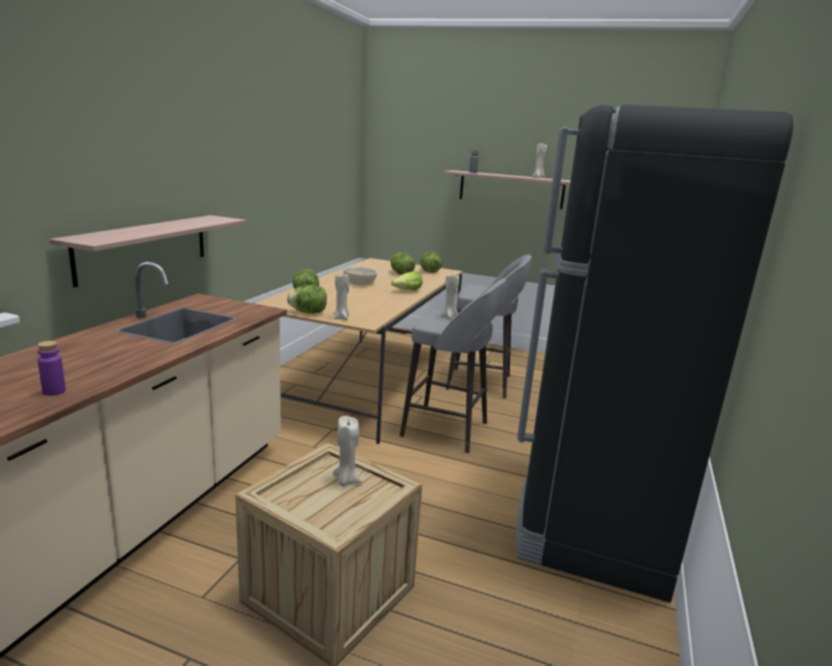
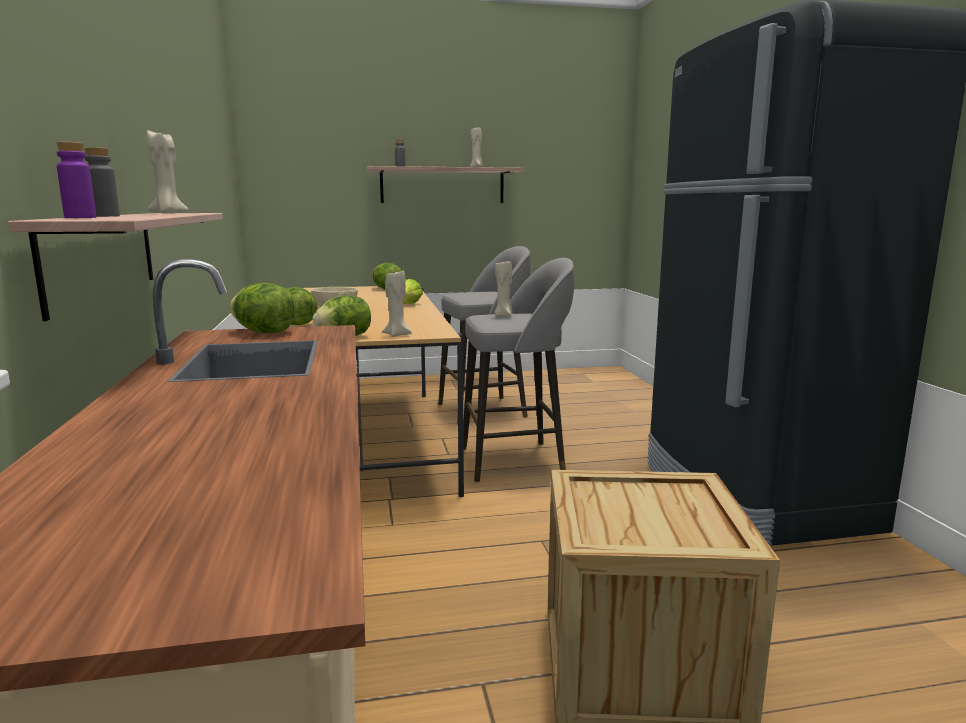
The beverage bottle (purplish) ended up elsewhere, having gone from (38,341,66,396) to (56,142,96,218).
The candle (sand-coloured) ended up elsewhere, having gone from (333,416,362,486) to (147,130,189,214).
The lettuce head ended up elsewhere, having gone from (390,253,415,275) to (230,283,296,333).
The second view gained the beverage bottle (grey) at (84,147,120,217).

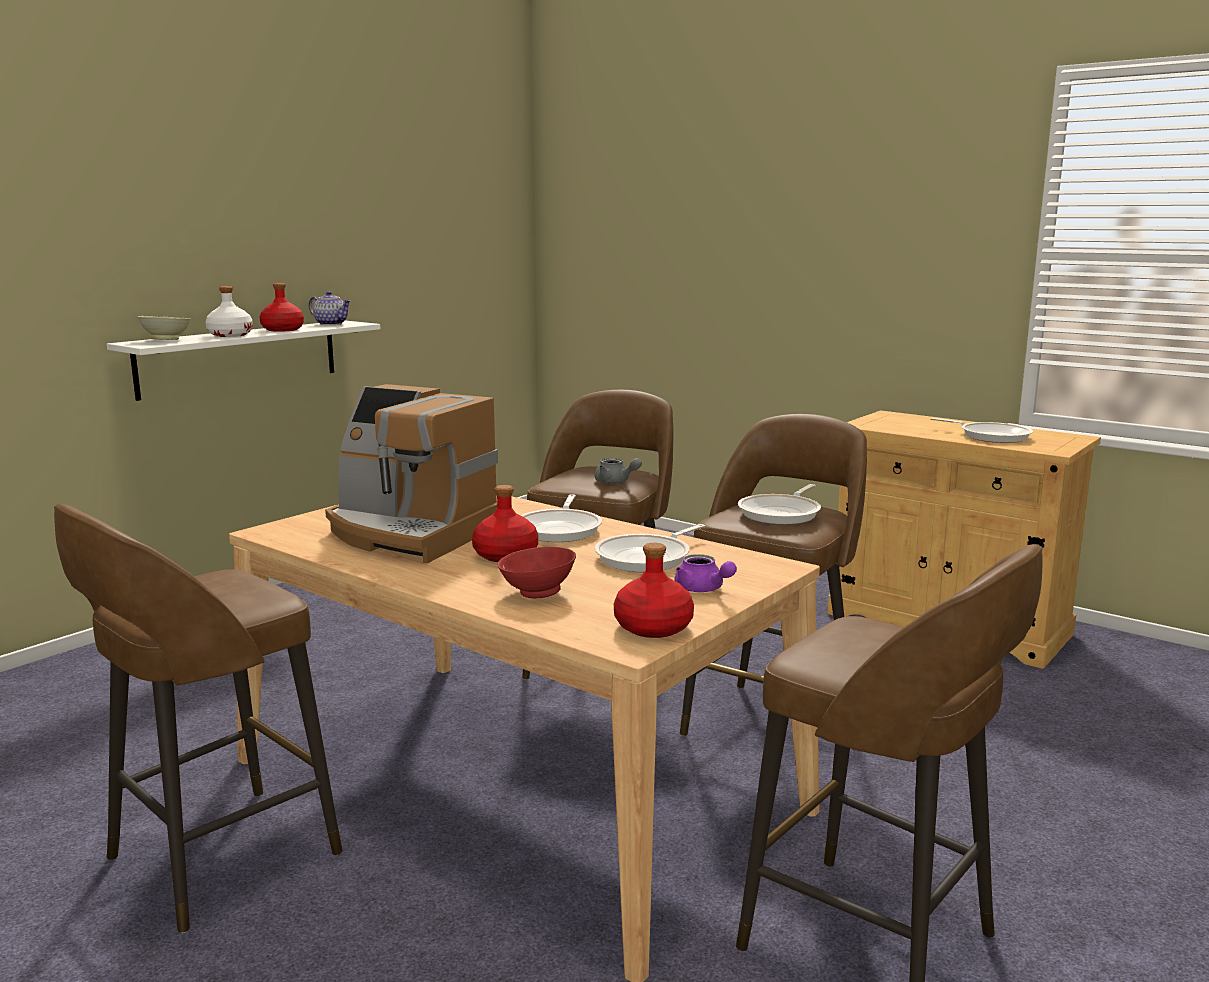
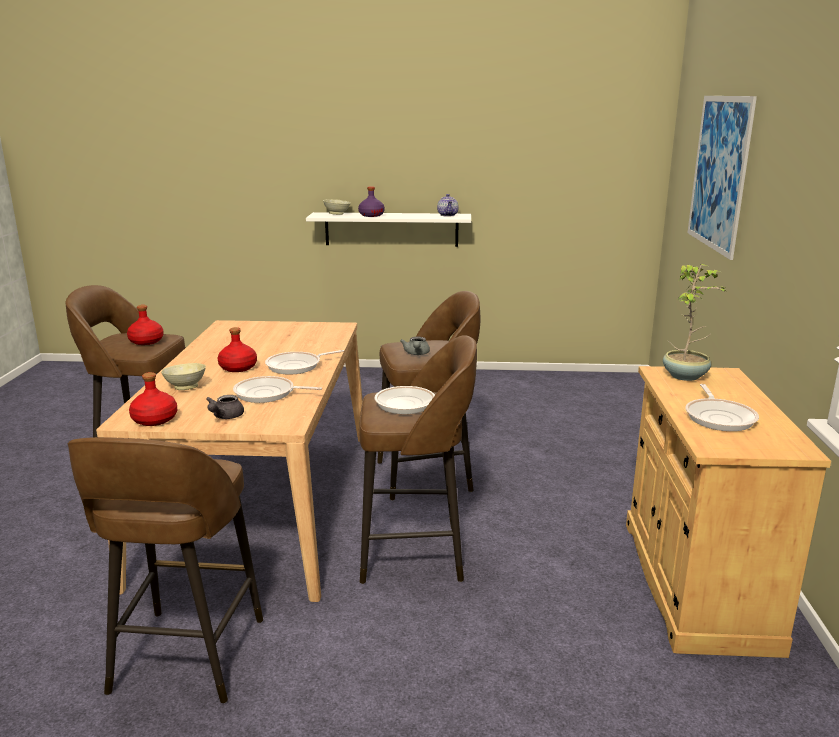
What was the beverage bottle (white-coloured) at (205,286,253,337) turned into the beverage bottle (purplish) at (358,186,385,217).
The beverage bottle (red) ended up elsewhere, having gone from (259,283,304,332) to (127,305,164,345).
The second view lost the coffee machine at (325,384,498,563).
What was the deep dish (red) at (497,547,576,598) turned into the deep dish (sand-coloured) at (161,363,206,390).
What was the teapot (purplish) at (675,554,737,592) turned into the teapot (grey) at (206,395,244,419).
The second view gained the plant in a pot at (663,264,726,381).
The second view gained the picture at (687,96,757,260).

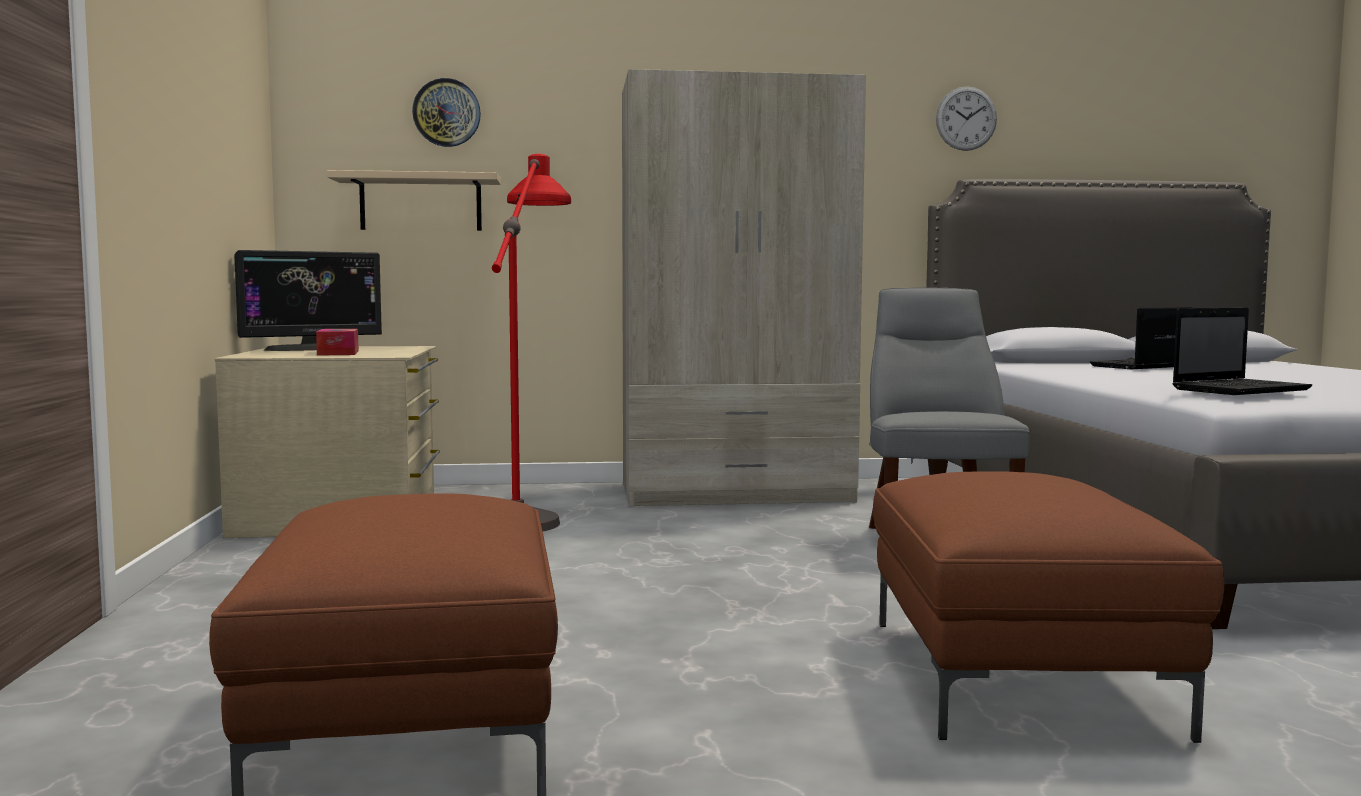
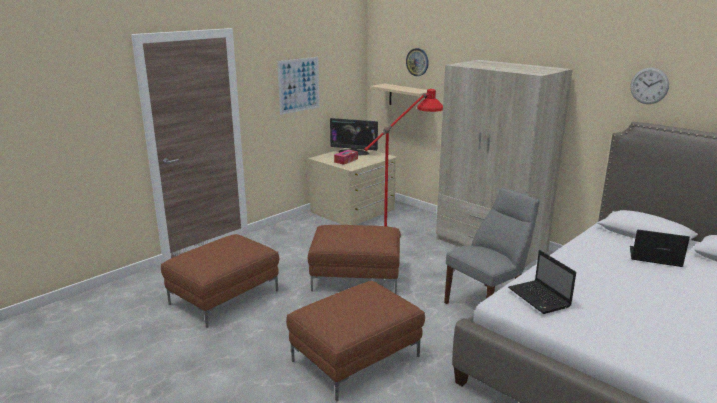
The notebook computer at (1173,308,1312,395) ended up facing another way, 45 degrees clockwise from before.
The second view gained the picture at (277,57,320,115).
The second view gained the footrest (brownish) at (308,225,400,294).

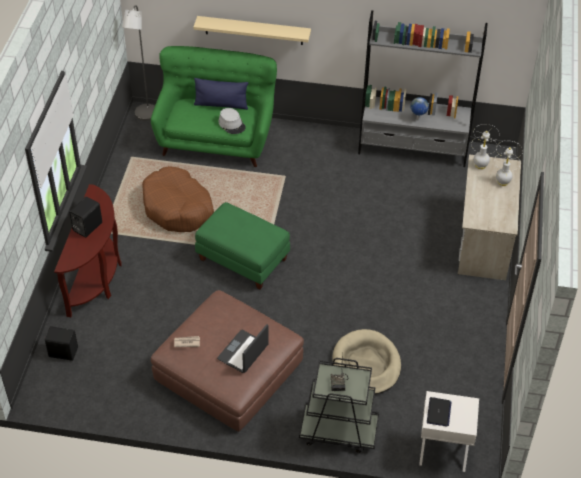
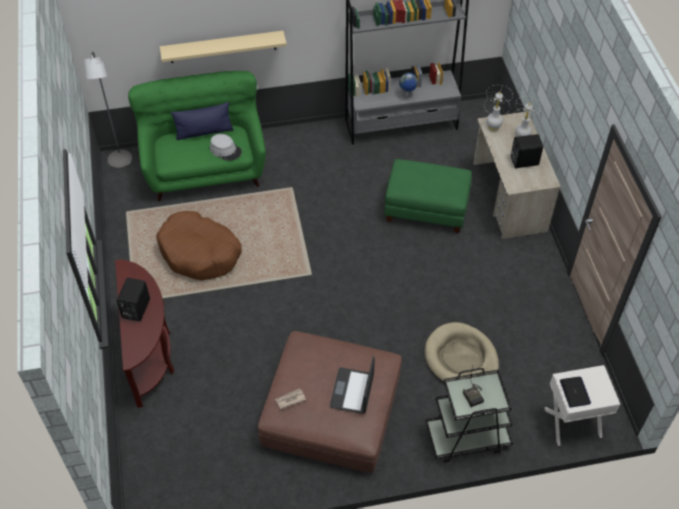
The speaker (blackish) ended up elsewhere, having gone from (45,326,78,361) to (511,134,543,168).
The footrest (greenish) ended up elsewhere, having gone from (195,202,290,289) to (384,159,472,233).

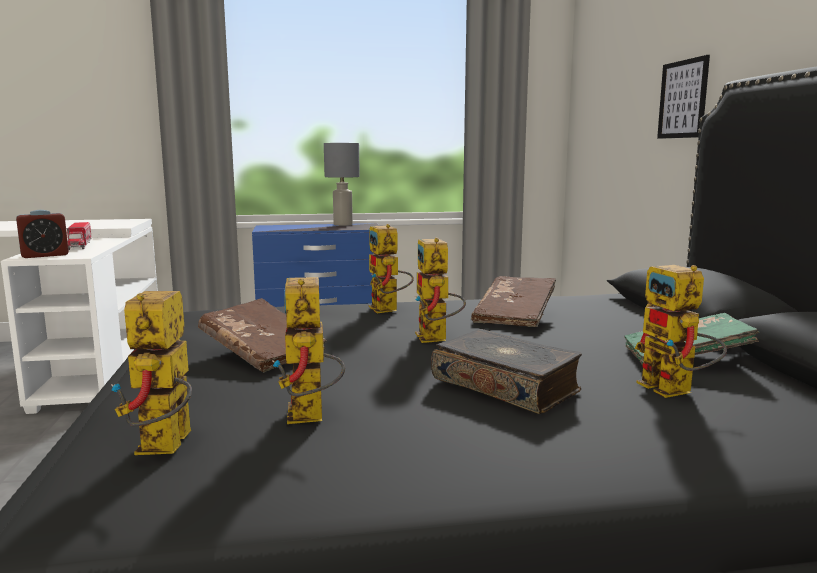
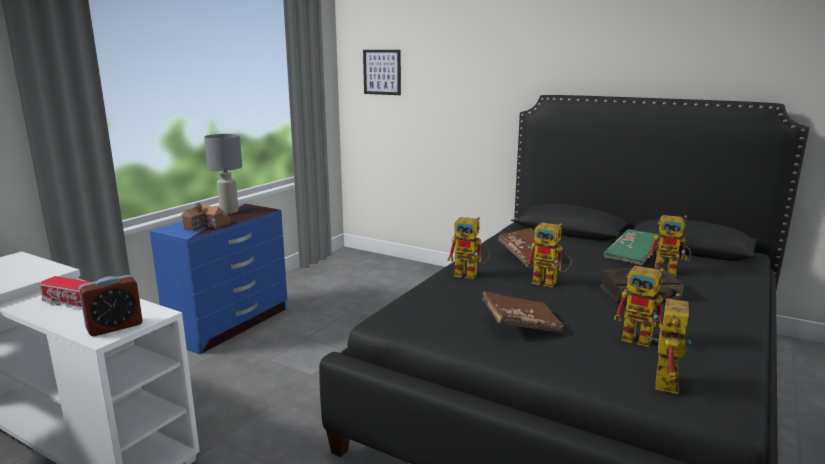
The bedside clock at (16,210,69,258) ended up facing another way, 45 degrees clockwise from before.
The robot figure at (111,291,192,455) ended up facing another way, 105 degrees counterclockwise from before.
The picture ended up elsewhere, having gone from (657,55,710,139) to (363,50,401,95).
The second view gained the model house at (181,203,231,231).

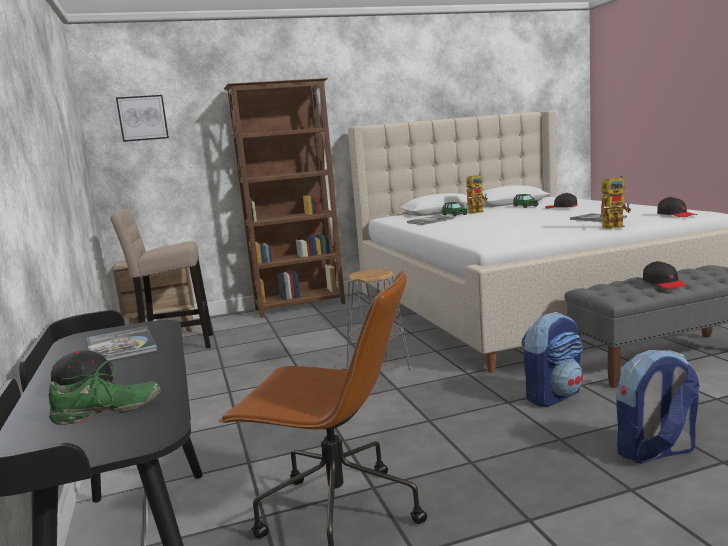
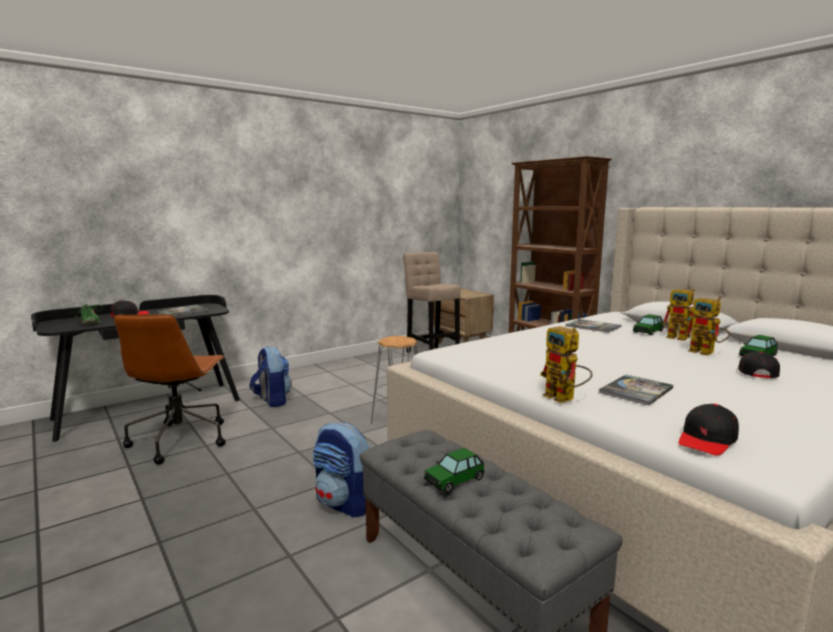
The second view lost the picture at (116,95,169,142).
The backpack ended up elsewhere, having gone from (616,350,700,464) to (249,346,292,407).
Where the baseball cap (blackish) stood at (643,261,688,289), the miniature car came to stand at (424,448,485,493).
The second view gained the robot figure at (684,298,730,356).

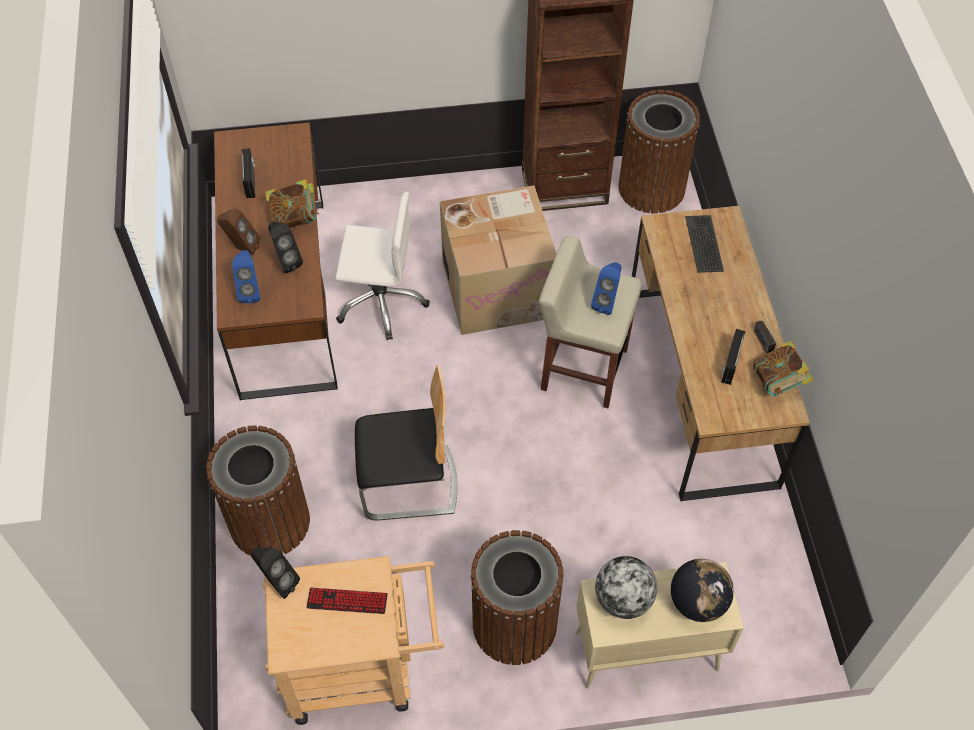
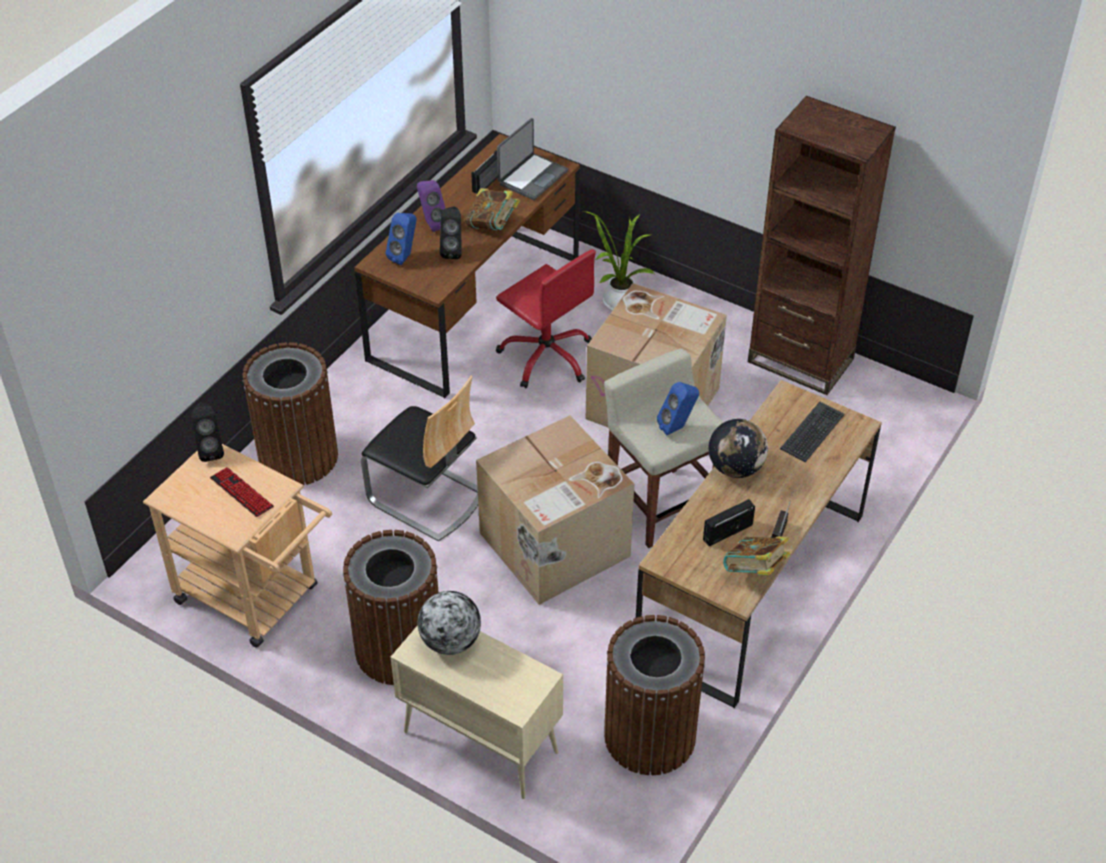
What was the speaker (brownish) at (217,208,260,255) turned into the speaker (purplish) at (417,180,446,232).
What was the desk chair (white-coloured) at (335,192,430,340) turned into the desk chair (red) at (496,249,596,388).
The trash can (brownish) ended up elsewhere, having gone from (618,90,700,213) to (604,615,705,775).
The globe ended up elsewhere, having gone from (671,559,734,622) to (708,419,768,478).
The second view gained the cardboard box at (476,415,634,605).
The second view gained the notebook computer at (497,118,568,200).
The second view gained the plant in a pot at (583,211,654,311).

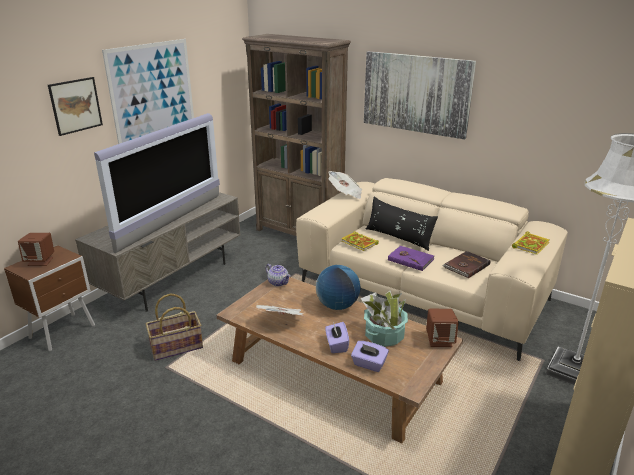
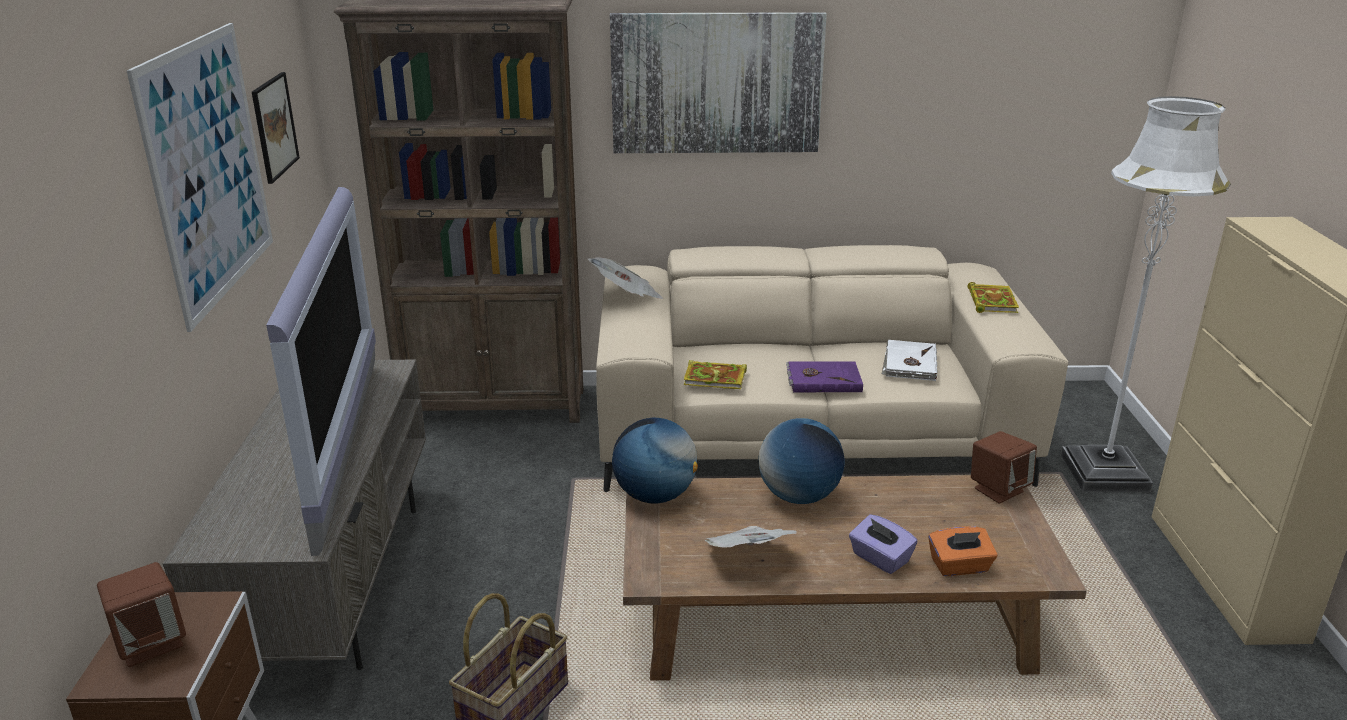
The picture ended up elsewhere, having gone from (48,77,103,136) to (252,72,300,184).
Where the teapot stood at (266,264,291,287), the globe came to stand at (612,418,698,503).
What was the box of tissues (purplish) at (351,341,389,372) turned into the box of tissues (orange-coloured) at (929,526,997,576).
The second view lost the plant in a pot at (360,291,408,347).
The second view lost the cushion (blackish) at (366,197,438,251).
What was the book (brownish) at (442,251,491,278) turned into the book (white-coloured) at (882,340,938,381).

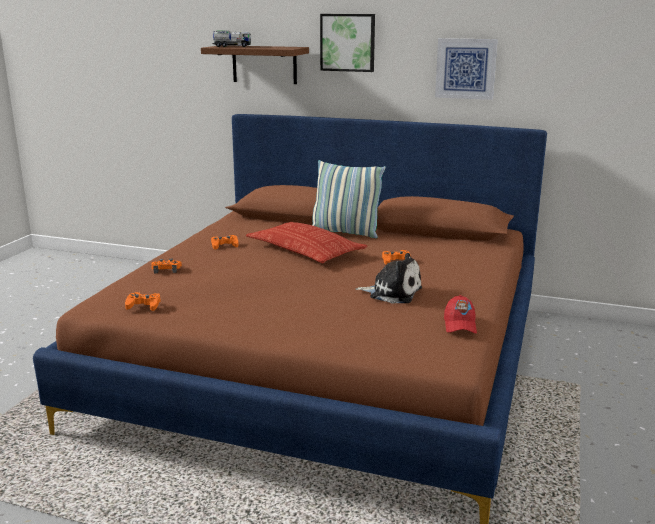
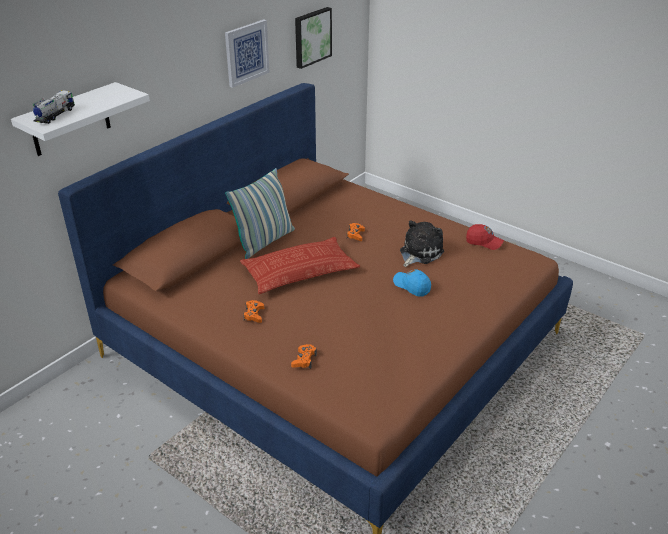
The second view lost the joypad (orange-coloured) at (125,292,161,311).
What was the bracket shelf (brownish) at (201,45,309,84) turned into the bracket shelf (white-coloured) at (11,82,150,156).
The picture ended up elsewhere, having gone from (320,14,375,72) to (295,7,332,69).
The second view gained the baseball cap (blue) at (393,269,431,297).

